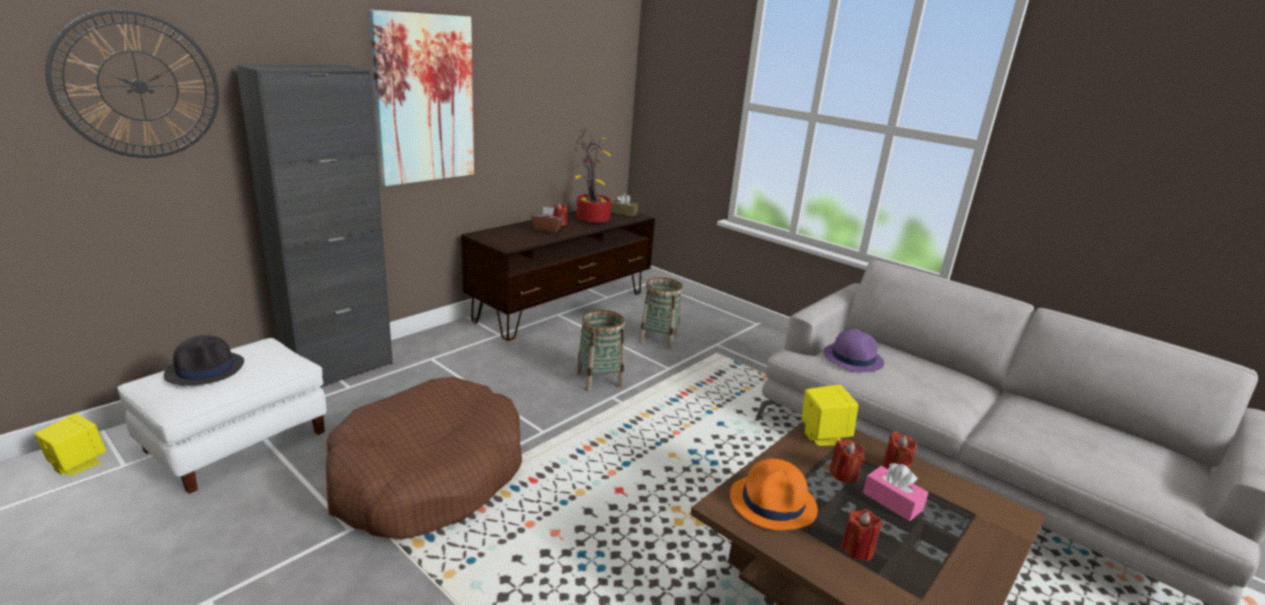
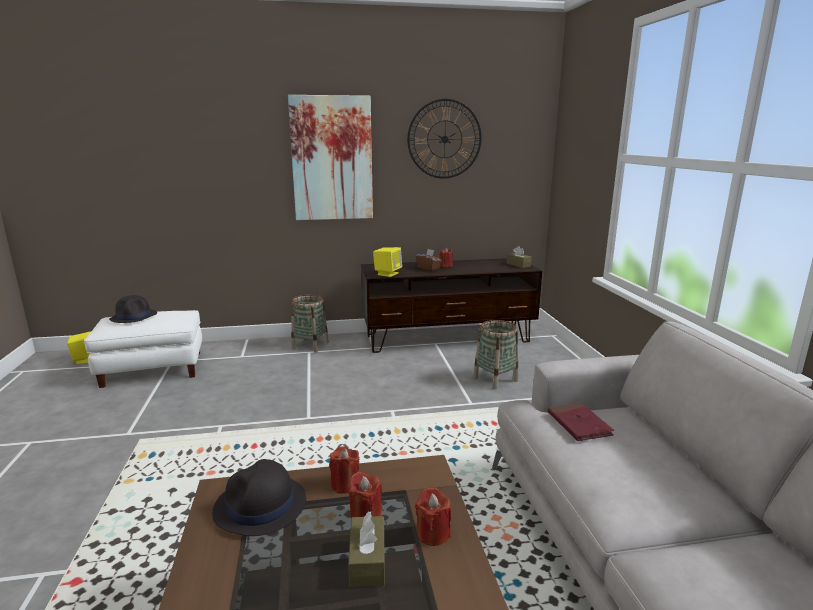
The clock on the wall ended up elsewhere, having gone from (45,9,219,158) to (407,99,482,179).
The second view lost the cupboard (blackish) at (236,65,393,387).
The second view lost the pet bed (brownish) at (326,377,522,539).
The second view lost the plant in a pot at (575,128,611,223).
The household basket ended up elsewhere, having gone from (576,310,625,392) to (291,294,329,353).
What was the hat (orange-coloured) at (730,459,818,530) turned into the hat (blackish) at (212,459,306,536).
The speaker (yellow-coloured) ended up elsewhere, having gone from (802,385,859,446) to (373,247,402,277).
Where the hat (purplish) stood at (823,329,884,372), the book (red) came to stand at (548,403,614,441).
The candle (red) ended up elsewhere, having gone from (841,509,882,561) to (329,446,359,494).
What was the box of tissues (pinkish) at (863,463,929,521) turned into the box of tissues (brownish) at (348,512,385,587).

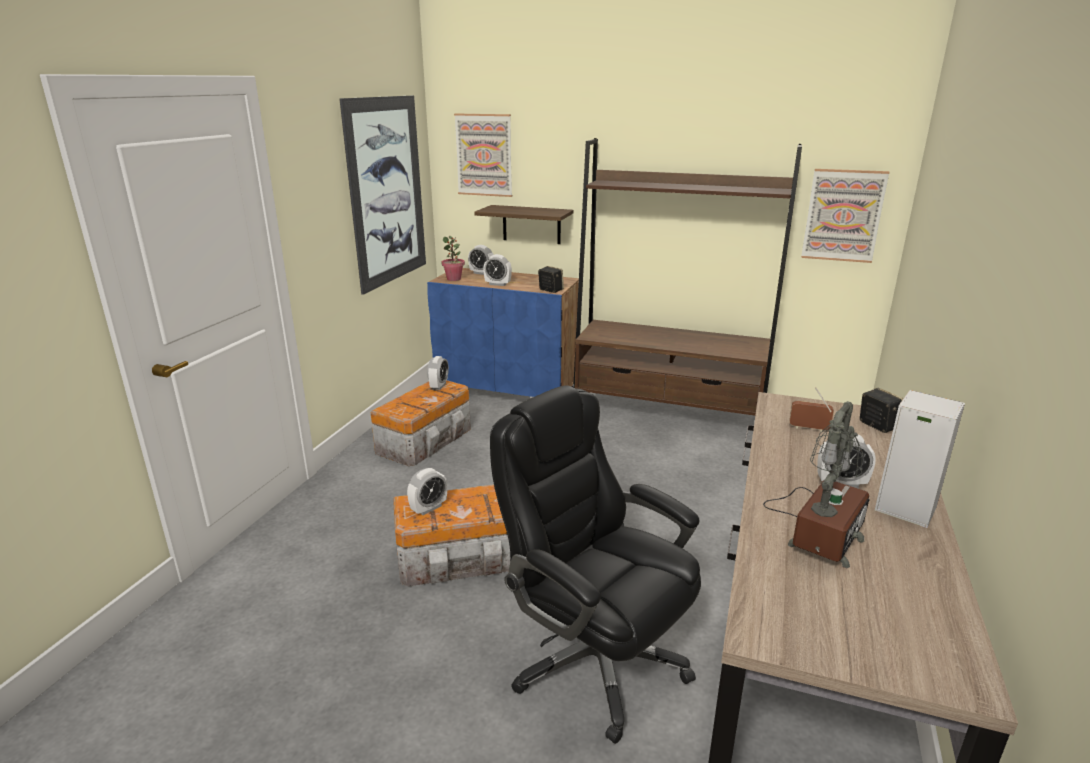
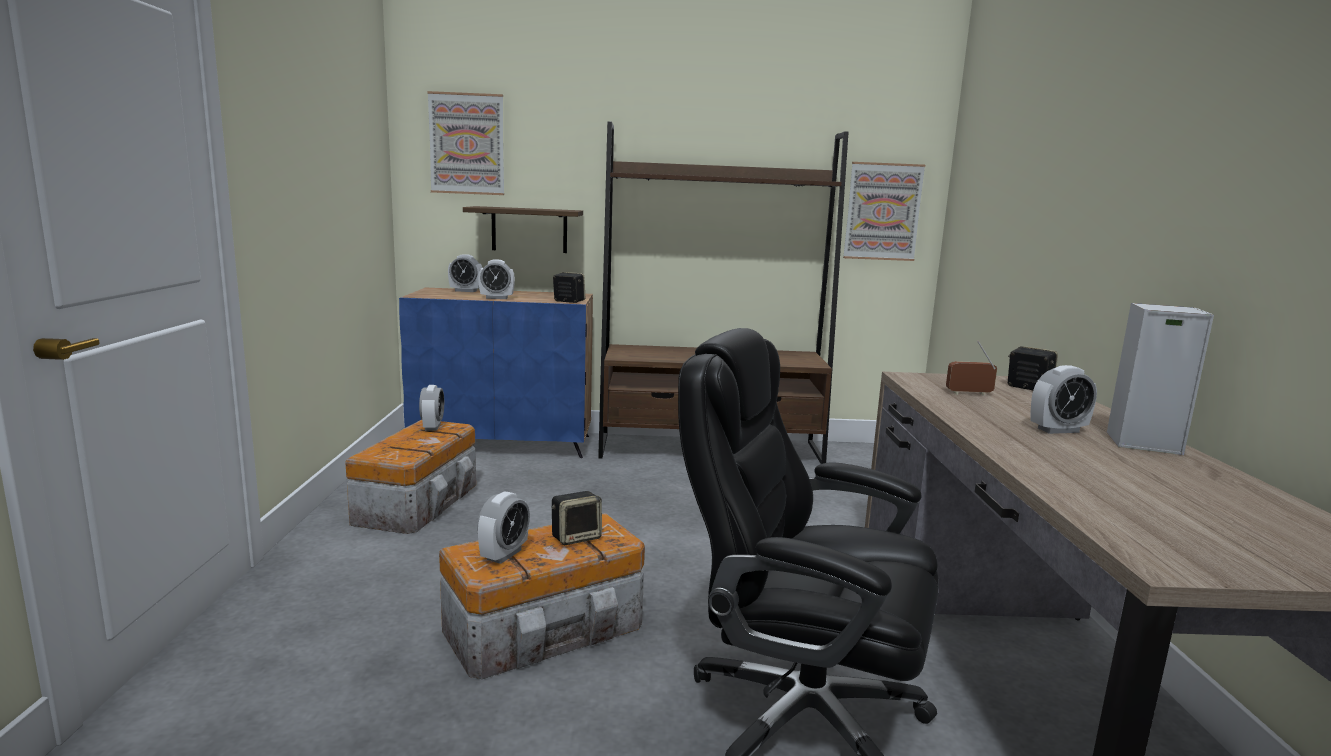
The second view lost the picture at (339,96,426,295).
The second view lost the plant in a pot at (441,236,465,281).
The second view lost the table lamp at (763,401,870,568).
The second view gained the speaker at (551,491,602,545).

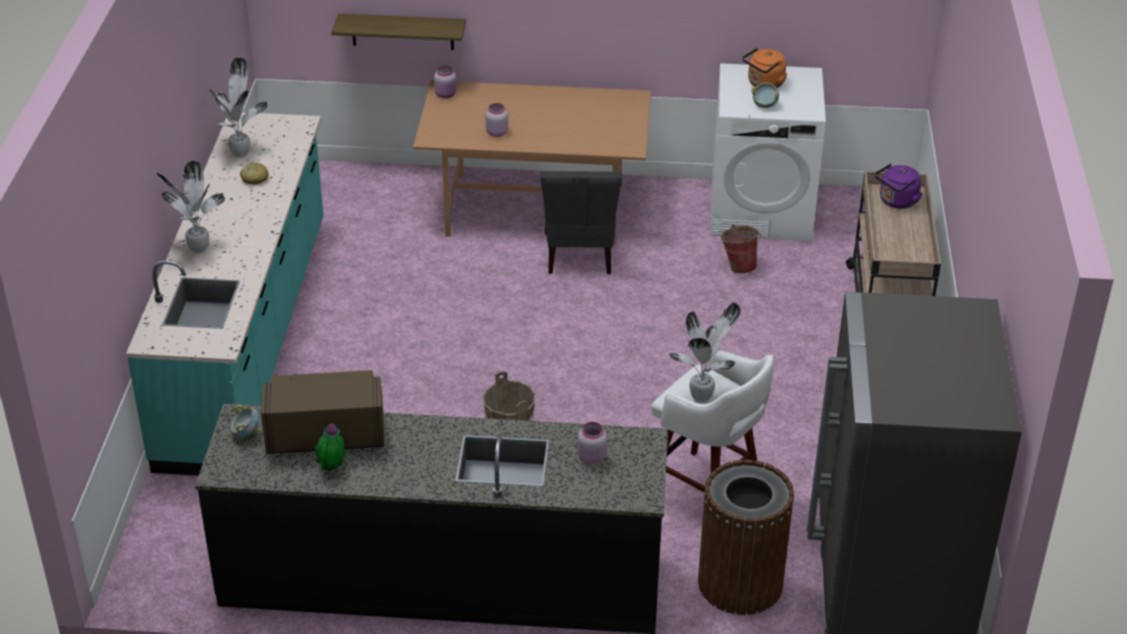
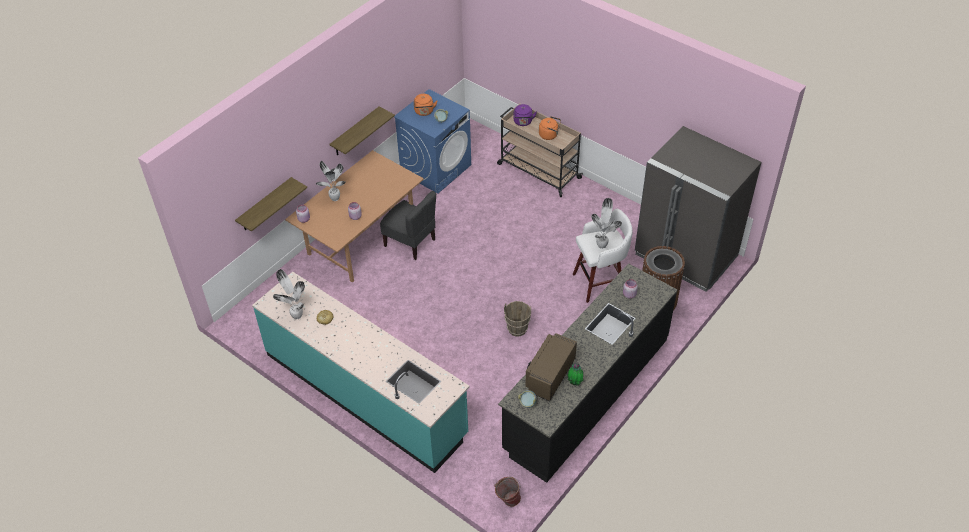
The plant in a pot ended up elsewhere, having gone from (157,161,225,253) to (316,161,346,201).
What was the laundry appliance (white-coloured) at (711,63,826,241) turned into the laundry appliance (blue) at (394,89,471,194).
The pail ended up elsewhere, having gone from (721,225,761,274) to (494,477,521,507).
The second view gained the bracket shelf at (329,106,395,155).
The second view gained the water kettle (orange-coloured) at (539,116,561,140).

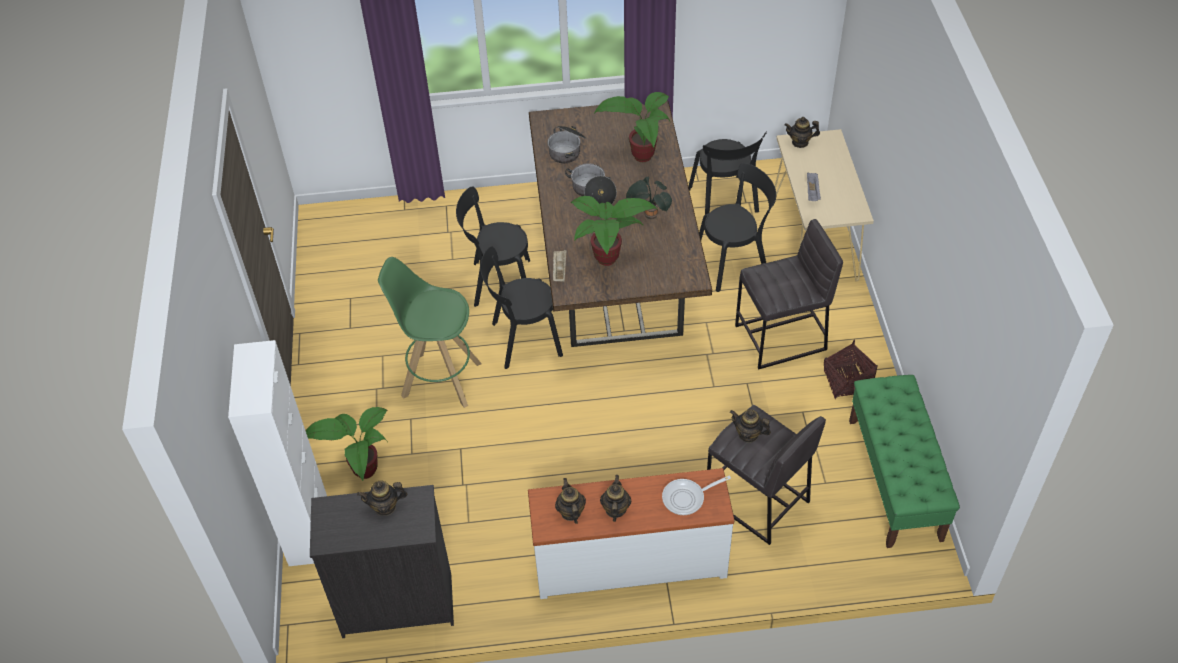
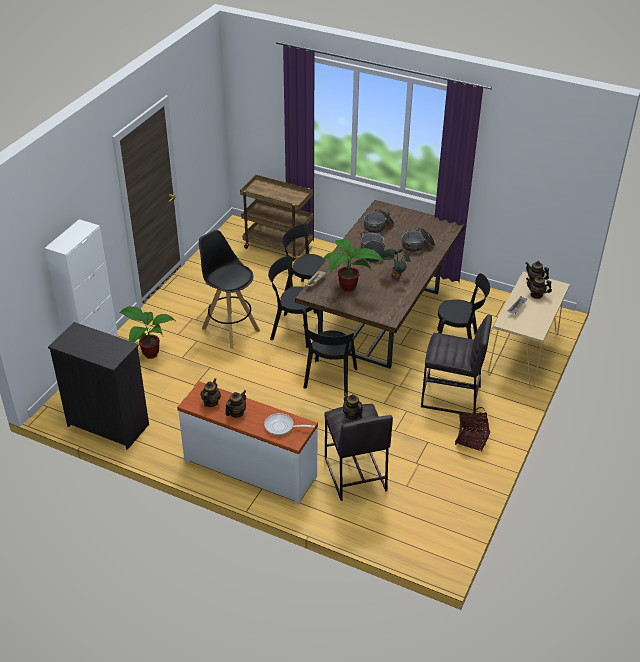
The teapot ended up elsewhere, having gone from (357,481,407,516) to (526,275,552,299).
What was the sitting stool (greenish) at (378,257,482,408) turned into the sitting stool (blackish) at (199,230,260,349).
Where the plant in a pot stood at (594,92,671,162), the saucepot came to stand at (402,228,435,252).
The chair (blackish) ended up elsewhere, having gone from (688,131,767,214) to (303,325,357,396).
The second view lost the long seat (greenish) at (849,375,960,548).
The second view gained the cart (brownish) at (240,175,313,262).

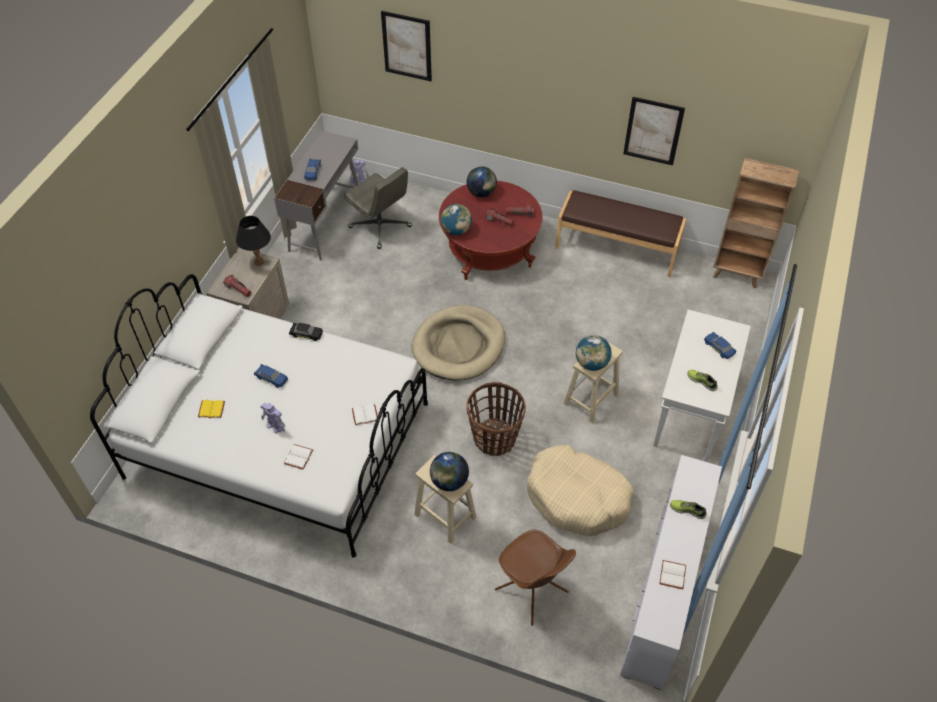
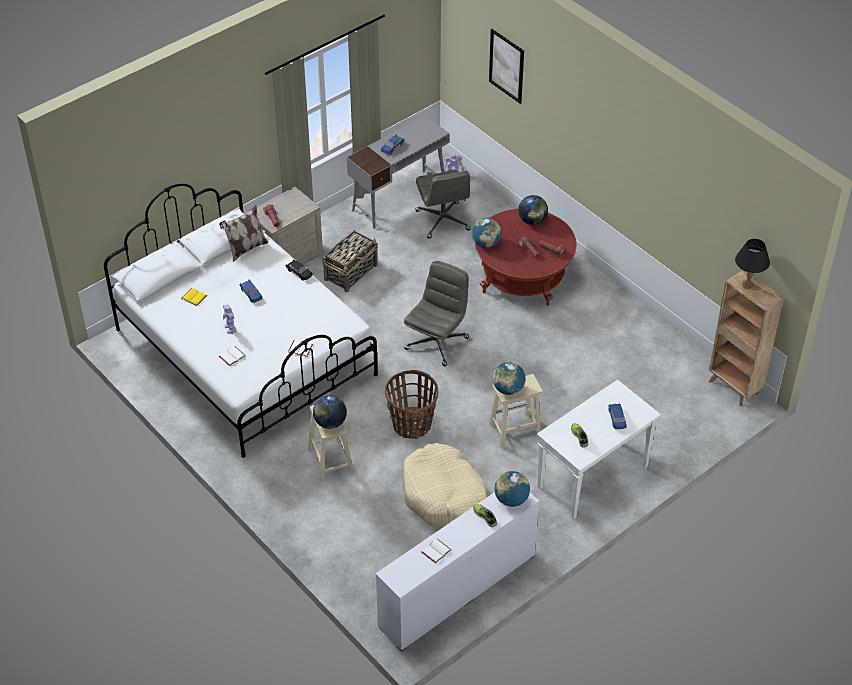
The table lamp (blackish) ended up elsewhere, having gone from (236,216,271,266) to (735,239,770,289).
Where the pet bed (sand-coloured) stood at (412,305,505,380), the desk chair (grey) came to stand at (404,261,469,366).
The second view lost the chair (brownish) at (495,530,576,626).
The second view lost the long seat (brownish) at (555,190,686,277).
The second view lost the picture at (623,97,685,166).
The second view gained the cushion at (219,205,268,262).
The second view gained the household basket at (322,230,378,292).
The second view gained the globe at (495,471,530,507).

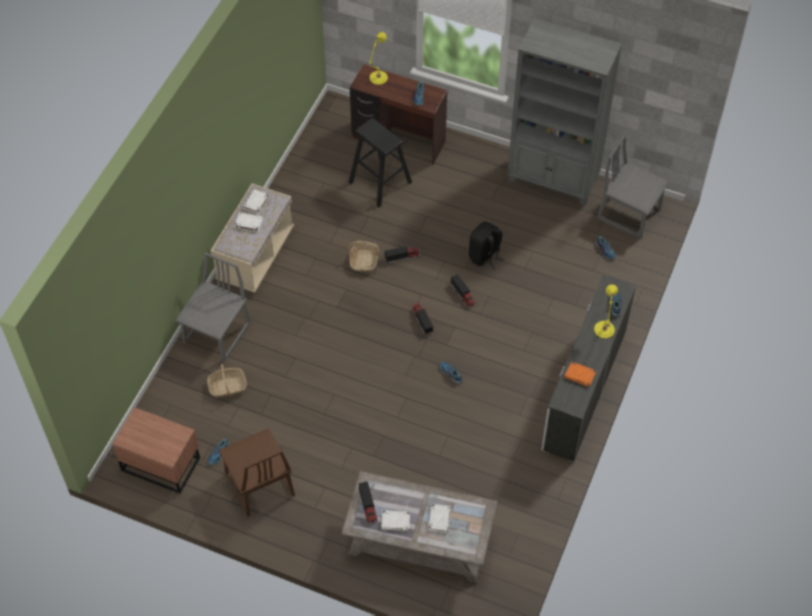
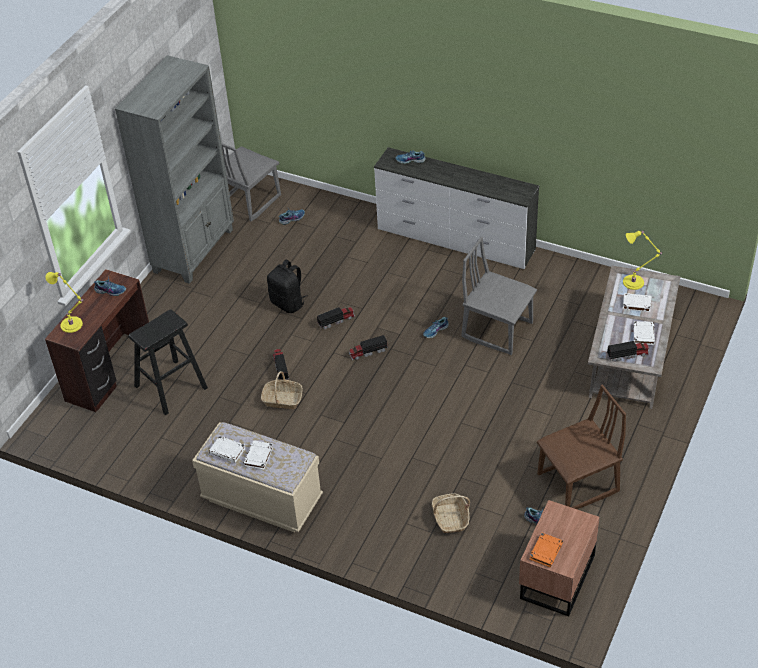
The chair (grey) ended up elsewhere, having gone from (176,252,251,361) to (461,237,537,355).
The book (orange-coloured) ended up elsewhere, having gone from (564,361,596,387) to (529,533,563,567).
The table lamp (yellow-coloured) ended up elsewhere, having gone from (594,284,618,338) to (623,231,663,290).

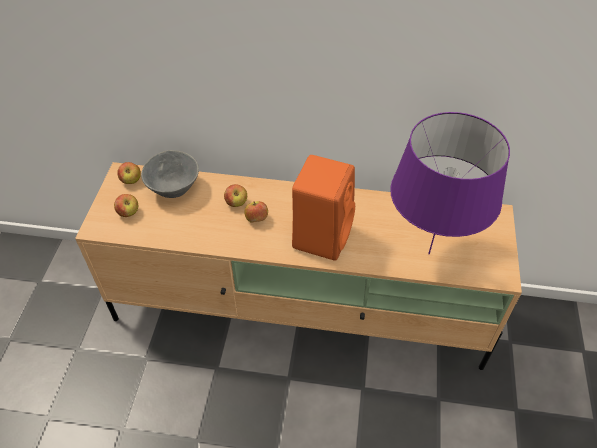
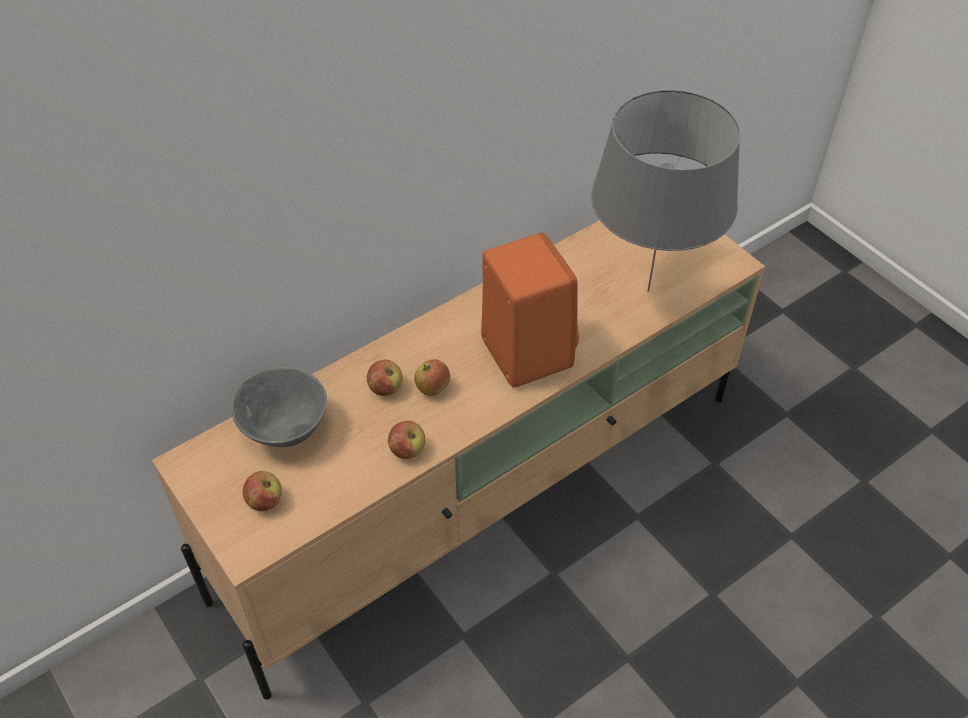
The apple fruit ended up elsewhere, having gone from (117,162,141,184) to (388,421,426,459).
What was the table lamp (purplish) at (390,112,510,254) turned into the table lamp (grey) at (591,90,741,292).

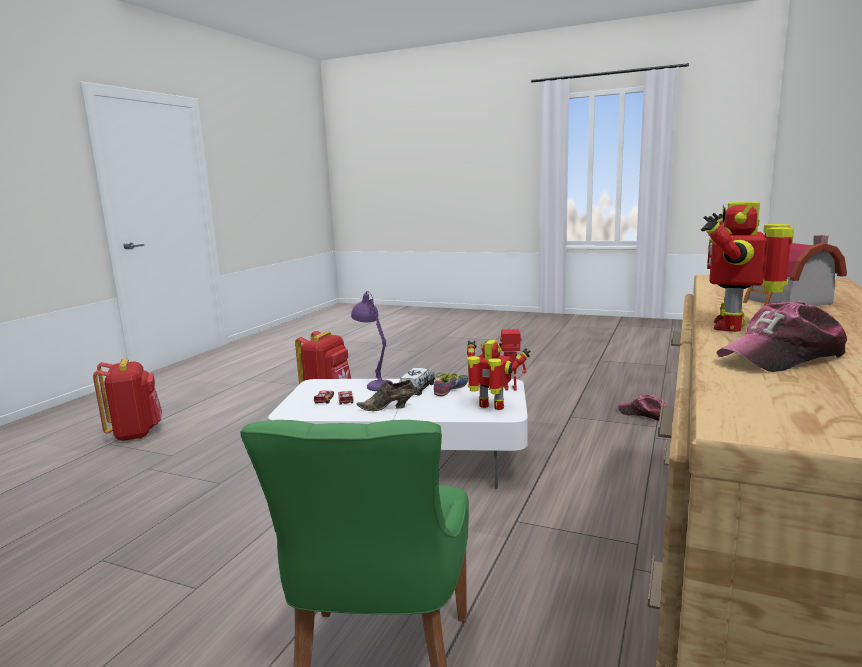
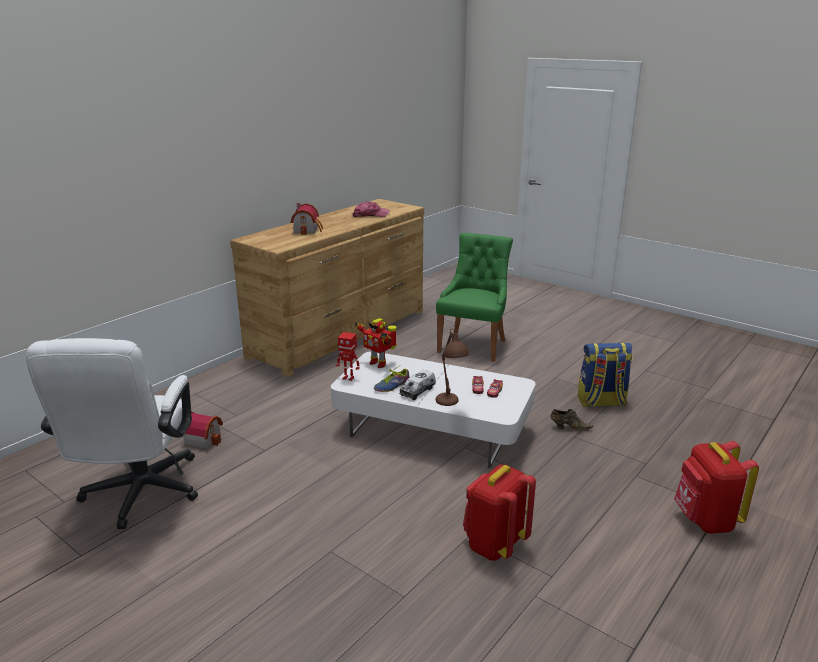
What was the table lamp (purplish) at (351,291,393,391) turned into the table lamp (brownish) at (436,328,469,406).
The item of footwear (brownish) ended up elsewhere, having gone from (356,380,415,411) to (551,409,593,432).
Where the baseball cap stood at (618,394,667,421), the model house came to stand at (183,412,223,450).
The second view lost the robot figure at (701,202,794,332).
The second view gained the desk chair (white-coloured) at (26,338,198,529).
The second view gained the backpack at (578,343,632,407).

